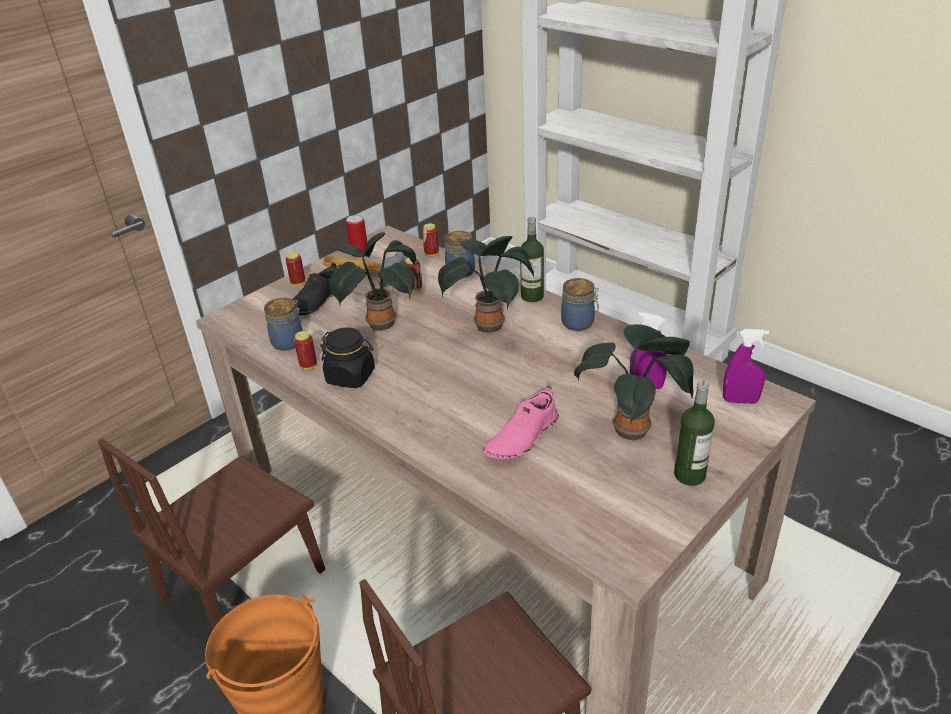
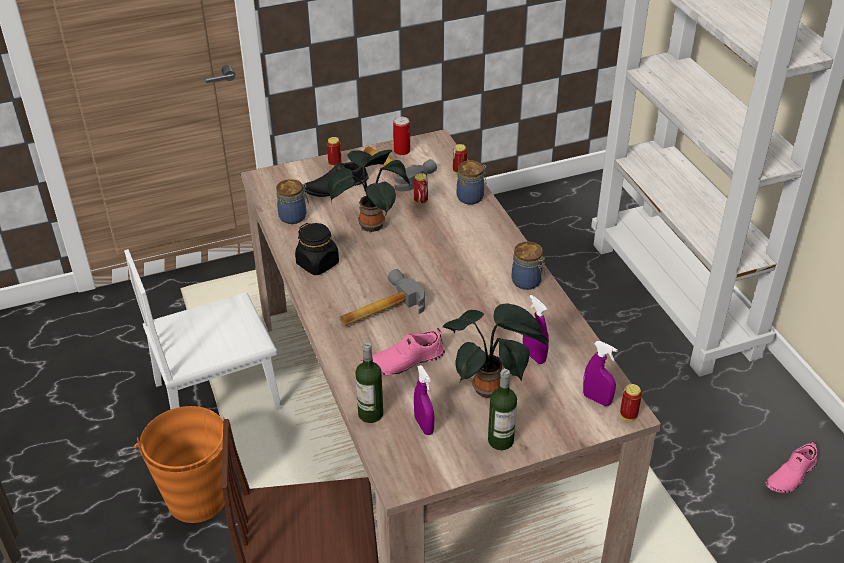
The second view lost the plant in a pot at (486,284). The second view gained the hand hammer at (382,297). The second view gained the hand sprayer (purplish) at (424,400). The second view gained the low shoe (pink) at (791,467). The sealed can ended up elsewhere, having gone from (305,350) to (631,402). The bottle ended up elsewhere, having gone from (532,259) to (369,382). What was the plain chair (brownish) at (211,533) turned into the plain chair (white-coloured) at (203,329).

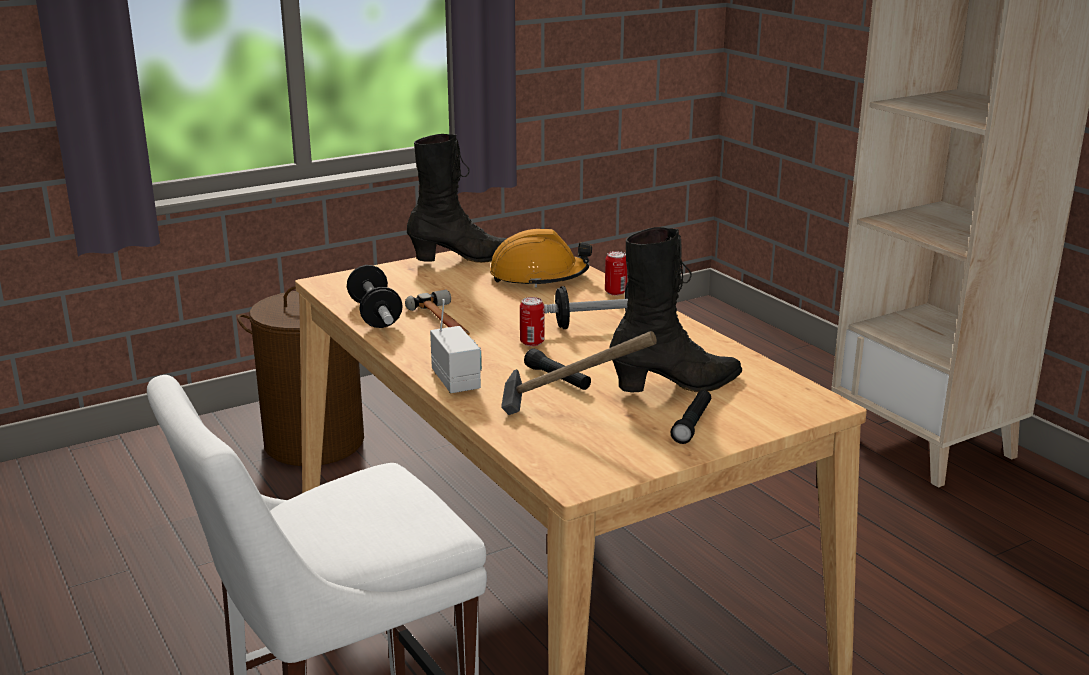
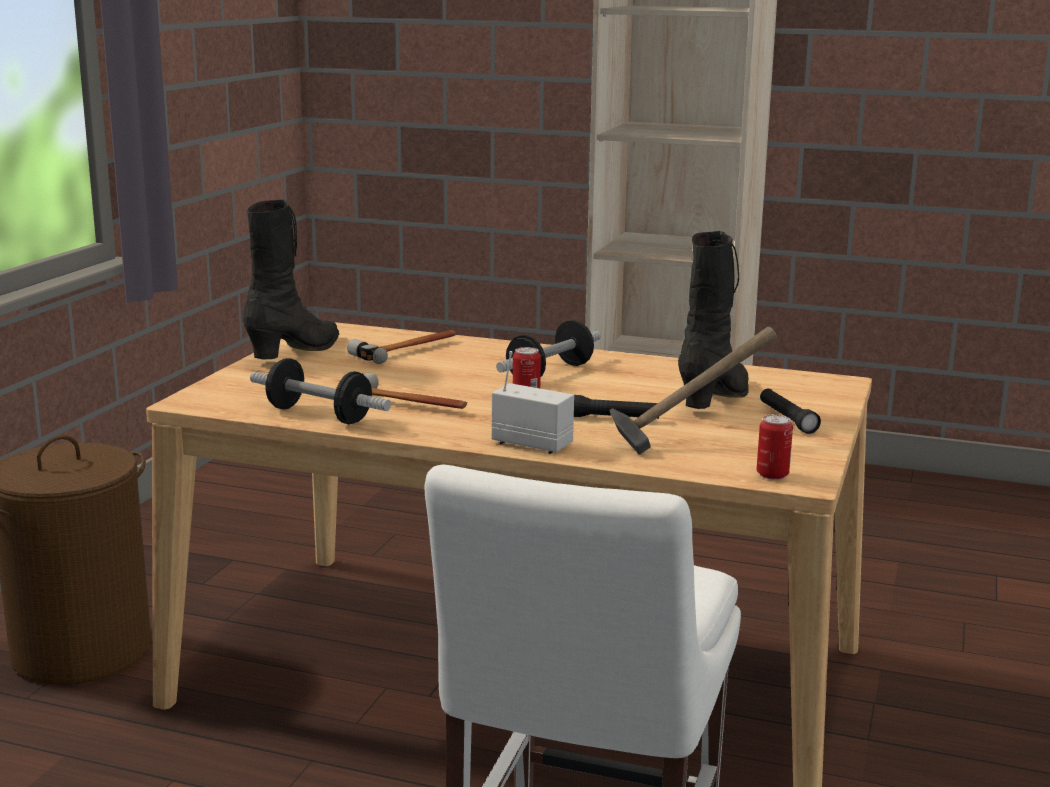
The sealed can ended up elsewhere, having gone from (616,273) to (775,447). Where the safety helmet (orange-coloured) stood at (541,258), the hand hammer came to stand at (401,347).

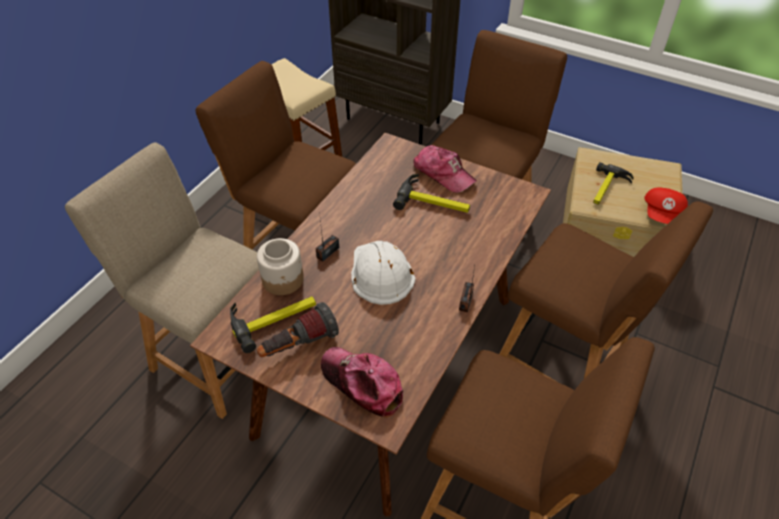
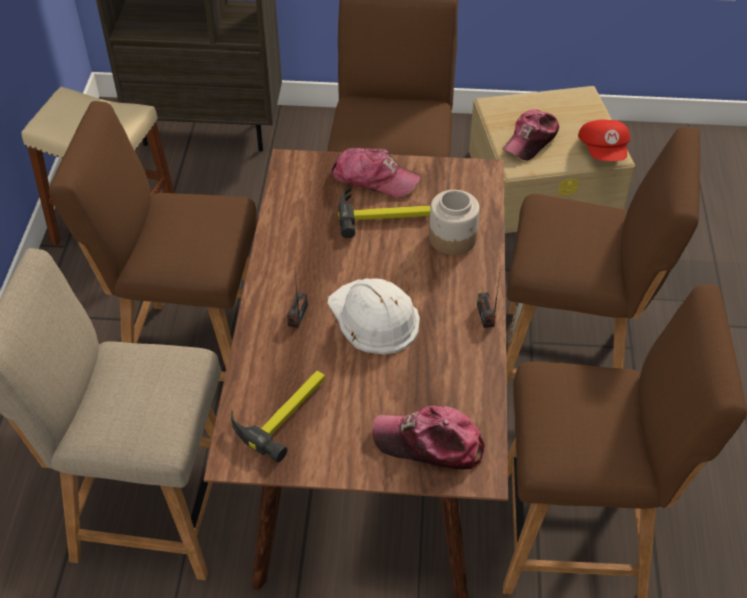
The second view lost the hand torch at (298,329). The jar ended up elsewhere, having gone from (280,266) to (454,222). Where the hand hammer stood at (613,183), the baseball cap came to stand at (531,135).

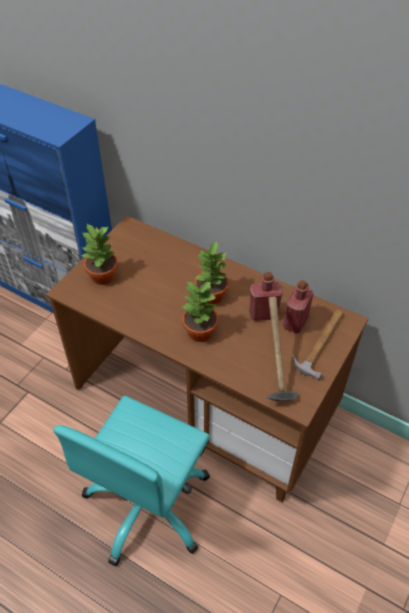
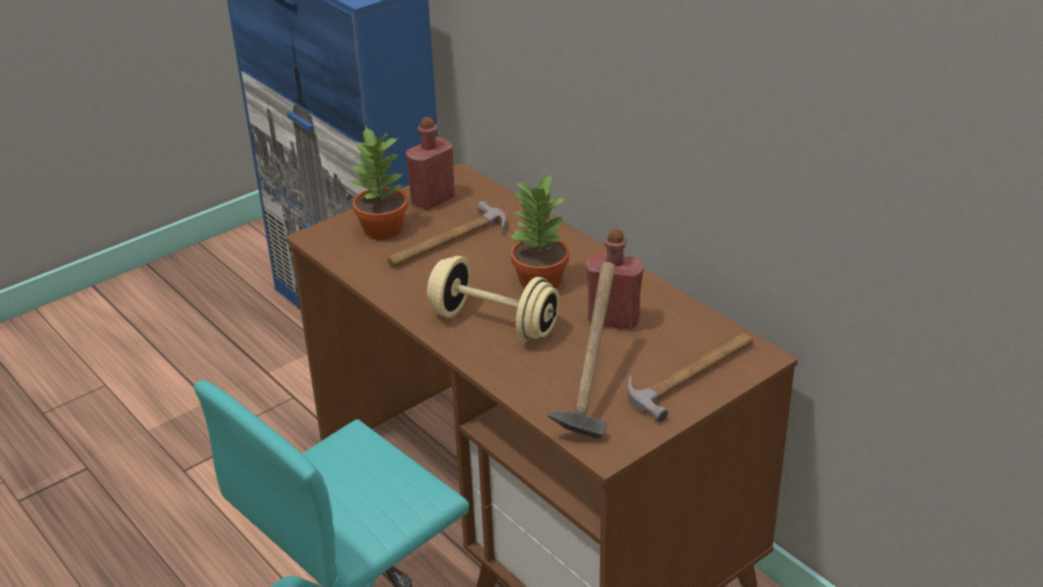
The second view gained the hand hammer at (446,234). The bottle (red-coloured) ended up elsewhere, having gone from (298,306) to (430,163). Where the plant in a pot stood at (200,312), the free weight (beige) came to stand at (493,298).

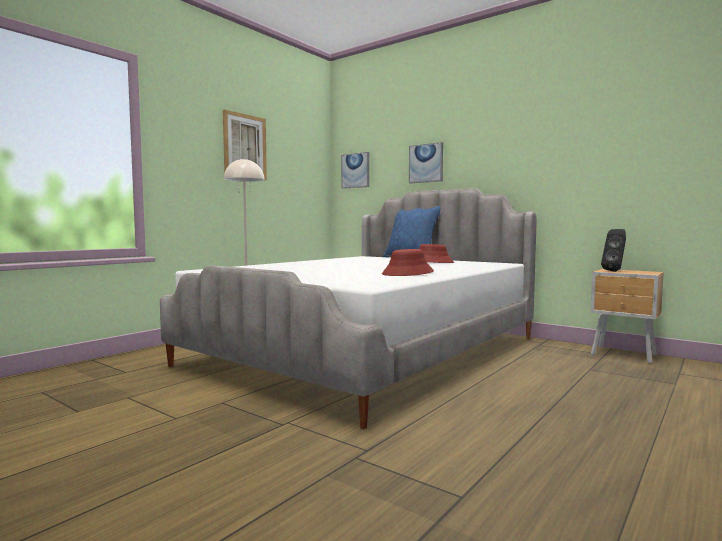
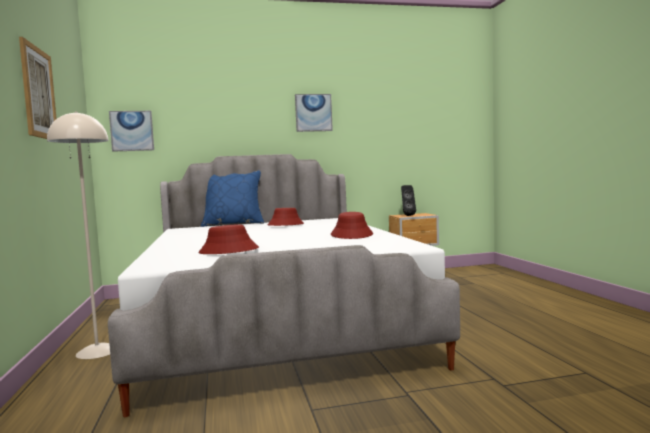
The second view gained the clothing hat (red-coloured) at (229,239). The wall art ended up elsewhere, having gone from (426,162) to (314,113).

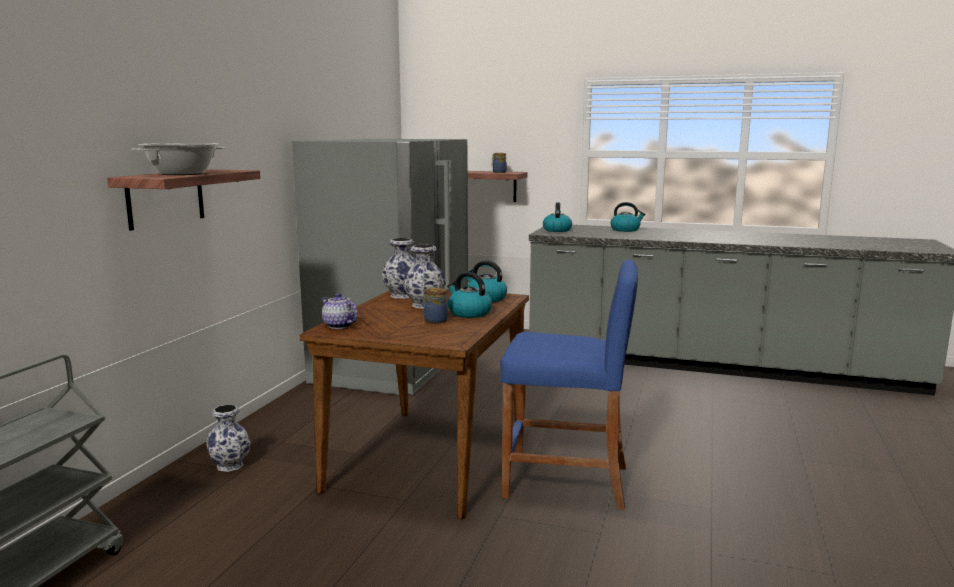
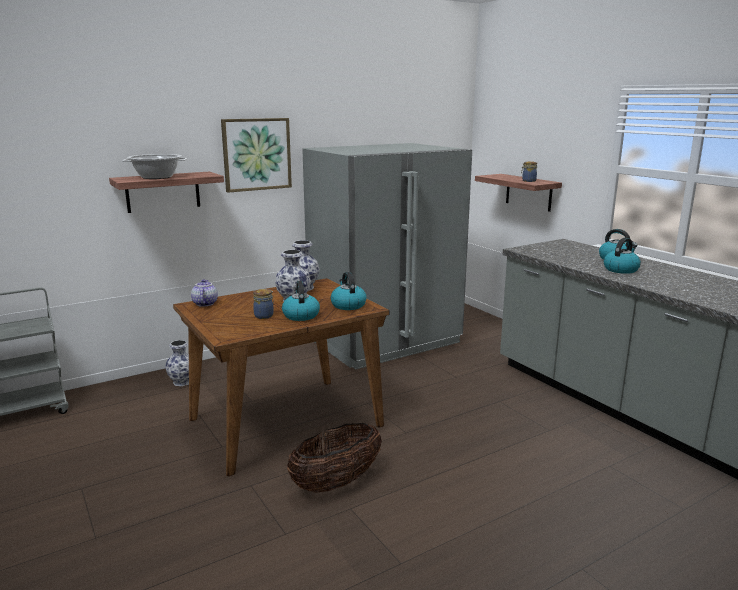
The second view gained the wall art at (256,155). The water kettle ended up elsewhere, having gone from (557,217) to (622,256). Where the stool (blue-coloured) stood at (569,384), the storage basket came to stand at (334,458).

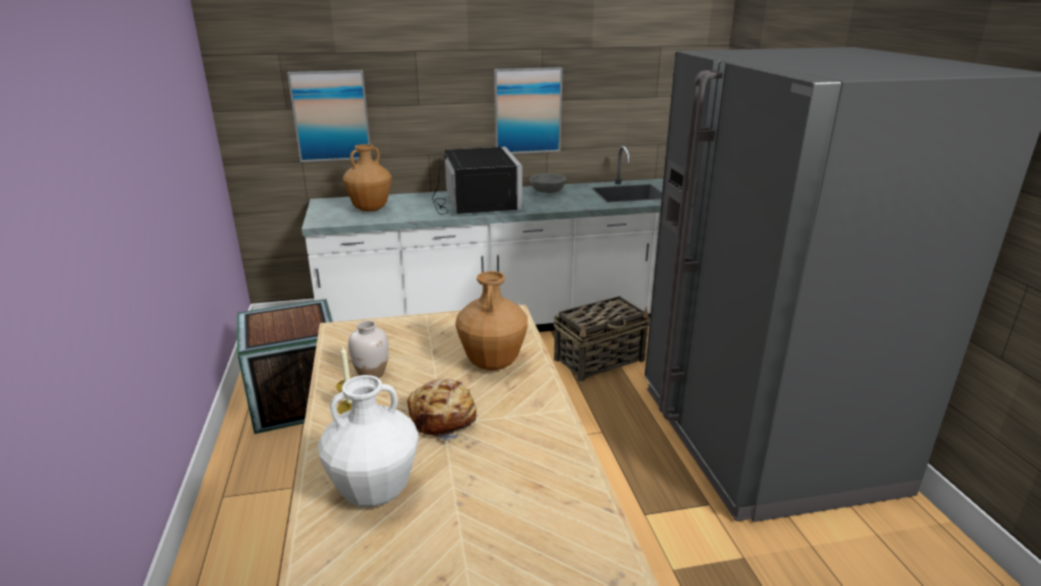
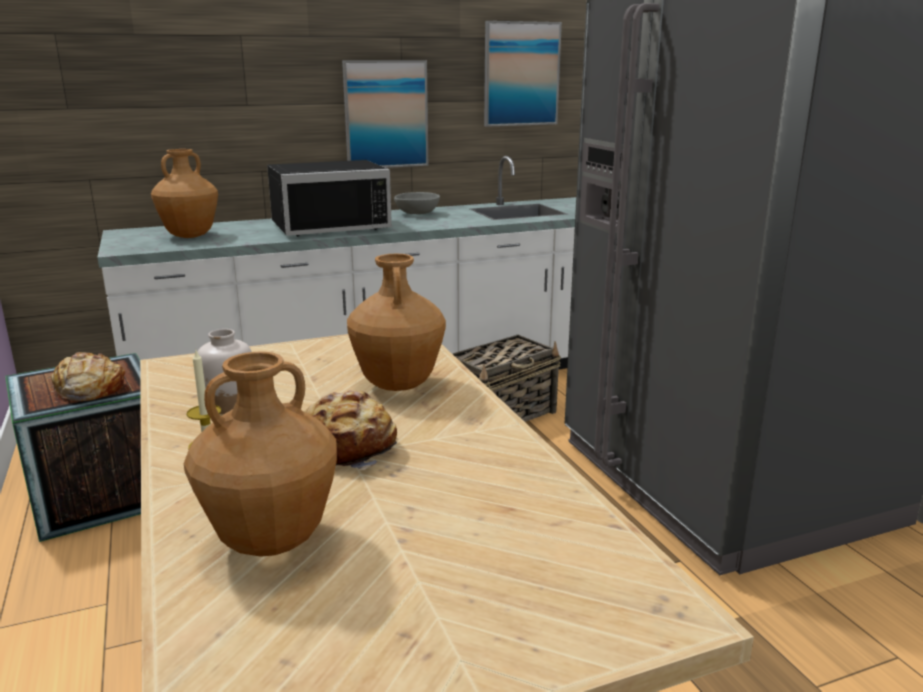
The second view gained the bread at (88,376). The wall art ended up elsewhere, having gone from (329,116) to (523,74). What was the flower vase (white-coloured) at (368,441) turned into the flower vase (brownish) at (260,454). The kitchen microwave (blackish) at (477,181) ended up facing another way, 90 degrees clockwise from before.

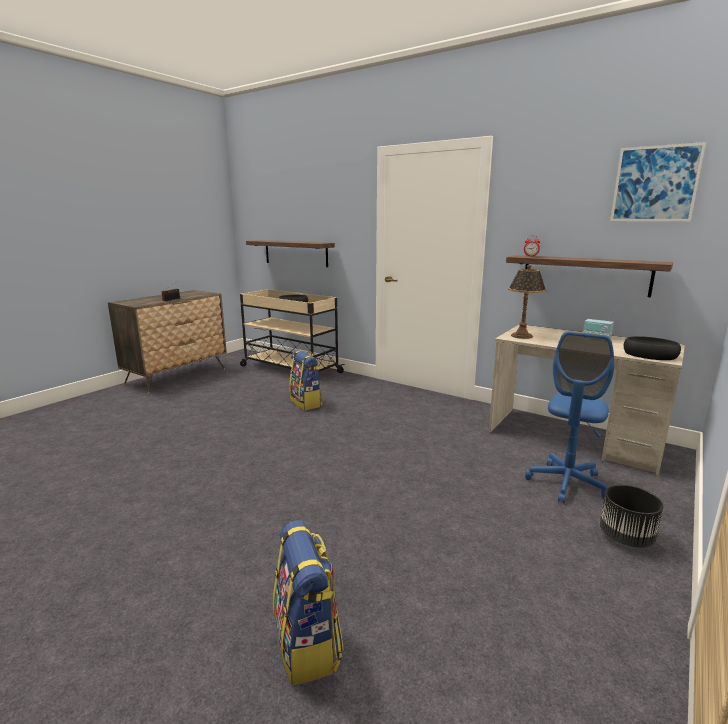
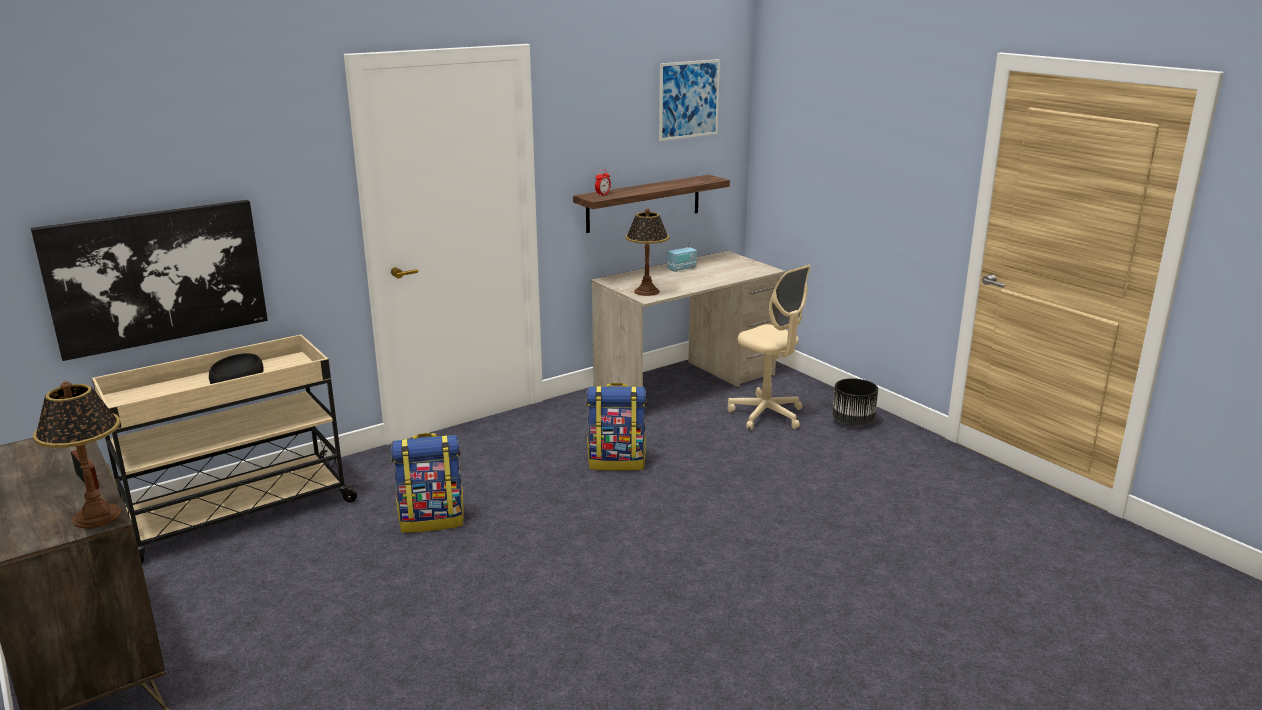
The second view lost the deep dish (blackish) at (652,348). The second view gained the table lamp at (77,454). The knapsack ended up elsewhere, having gone from (308,603) to (616,427). Where the shelf hung at (290,253), the wall art came to hang at (149,280). What was the office chair (blue-coloured) at (569,417) turned into the office chair (beige) at (769,347).

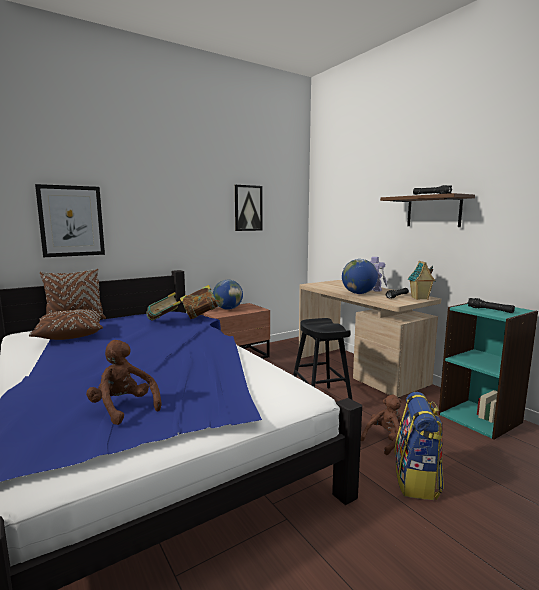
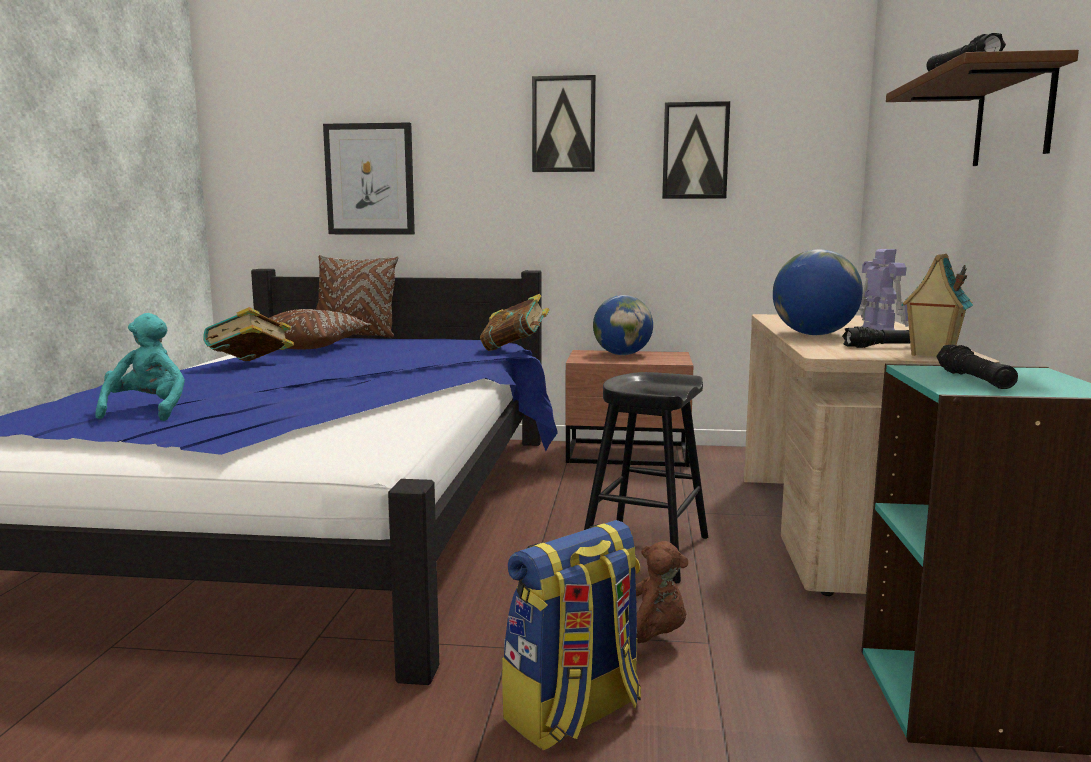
The second view gained the wall art at (564,123). The book ended up elsewhere, having gone from (164,306) to (248,334). What was the soft toy (brownish) at (123,382) turned into the soft toy (blue-green) at (140,367).

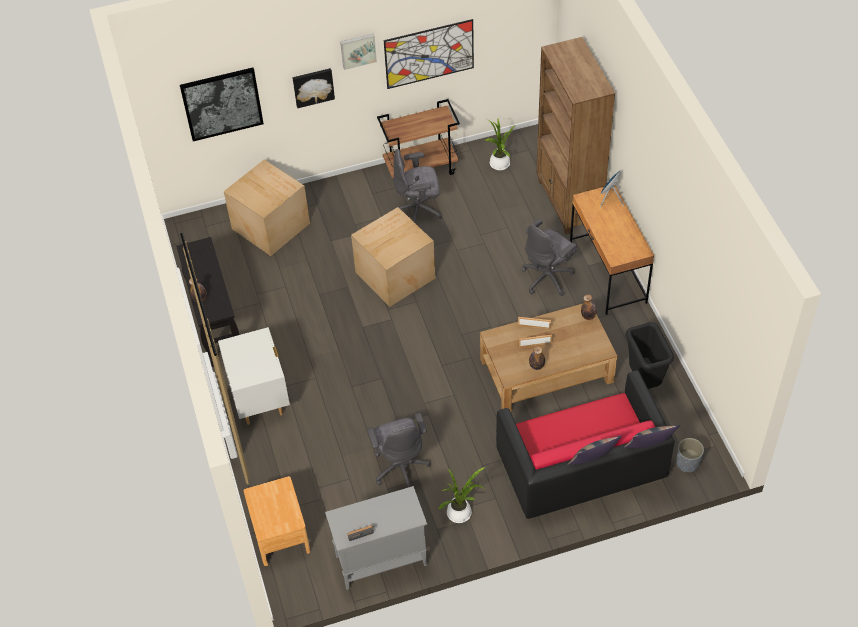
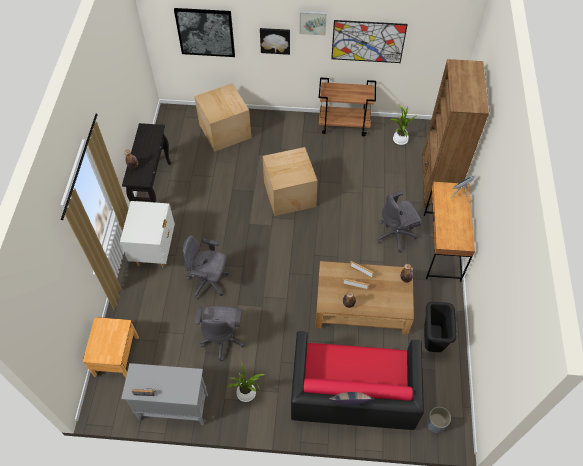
The second view lost the cushion at (652,436). The office chair (grey) ended up elsewhere, having gone from (417,186) to (206,267).

